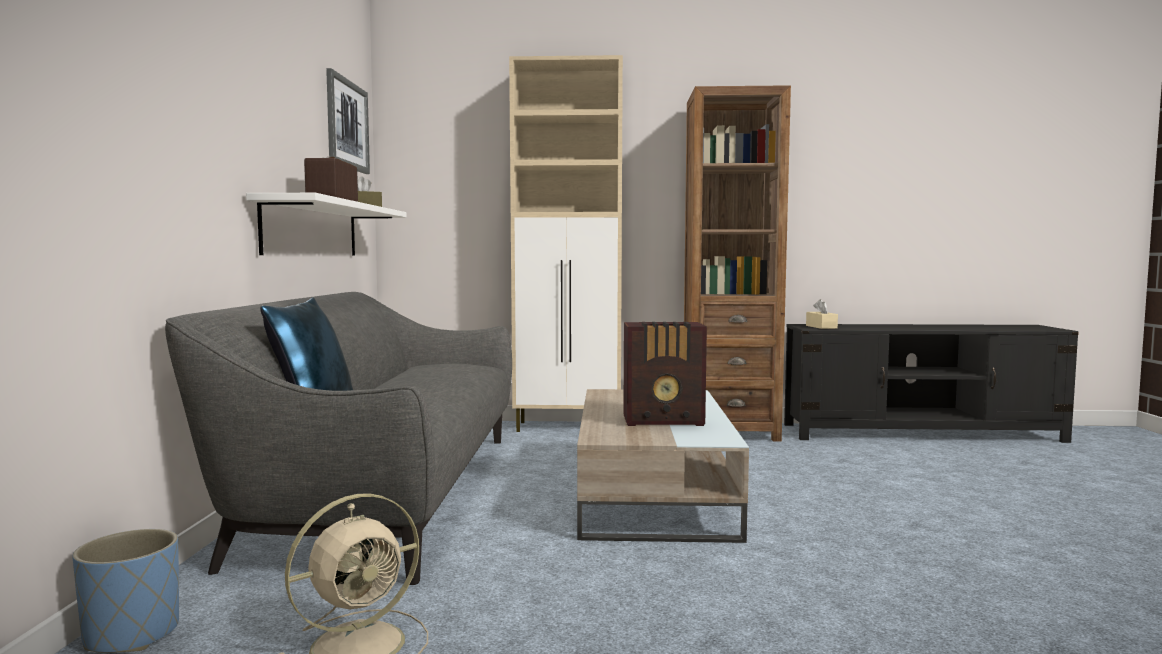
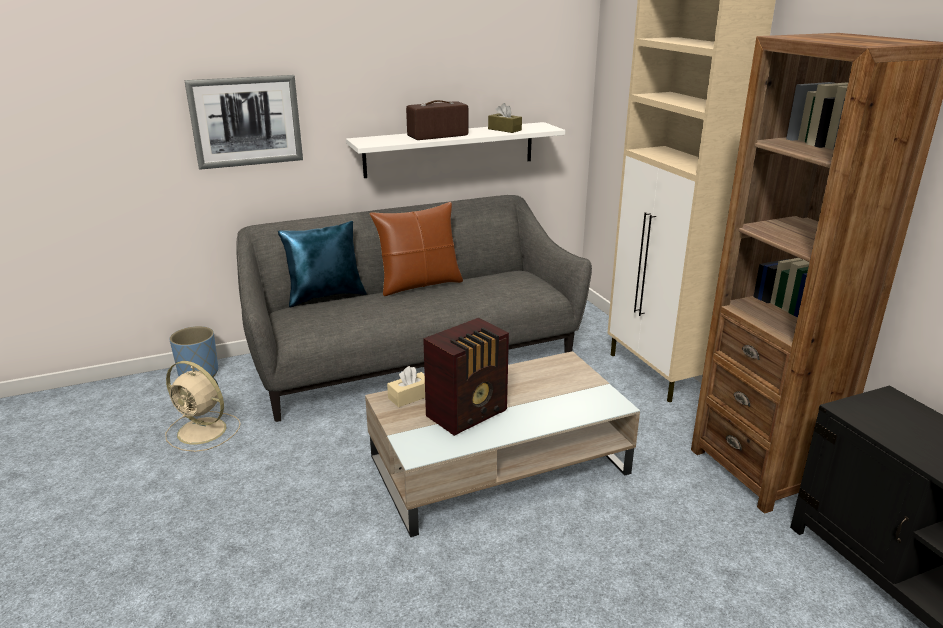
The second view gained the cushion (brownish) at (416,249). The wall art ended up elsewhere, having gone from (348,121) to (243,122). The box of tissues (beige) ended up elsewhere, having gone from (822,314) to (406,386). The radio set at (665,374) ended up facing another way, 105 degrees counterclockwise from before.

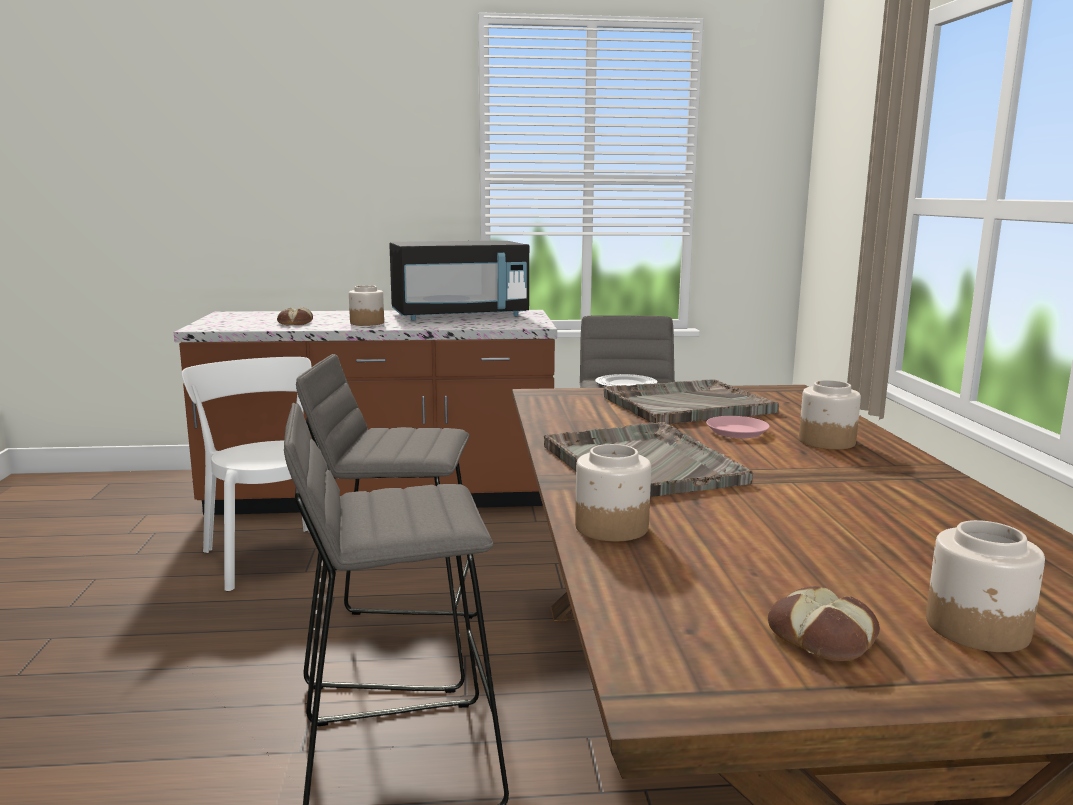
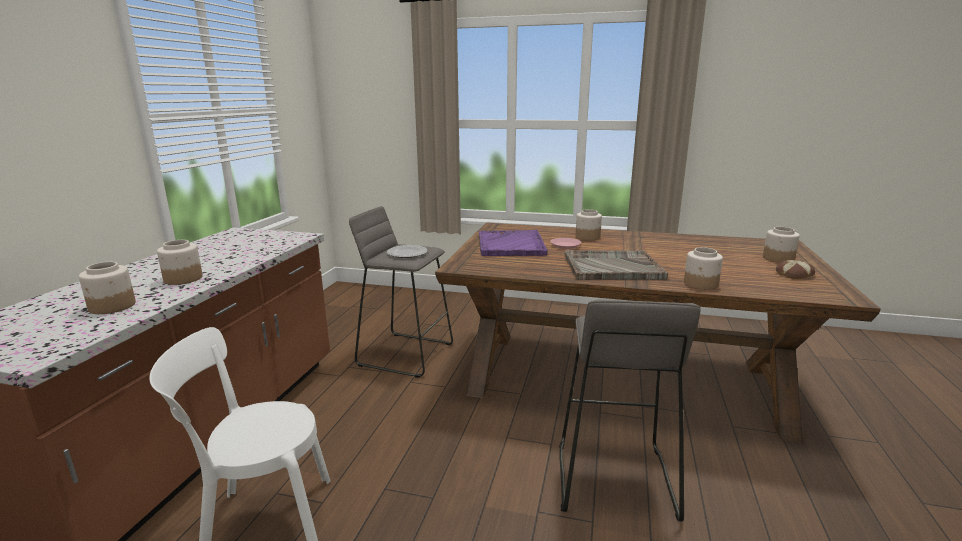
The second view lost the stool (grey) at (386,523). The second view lost the kitchen microwave (blackish) at (459,280). Where the bread stood at (295,316), the jar came to stand at (107,288). What was the serving tray (grey) at (691,401) turned into the serving tray (purplish) at (513,243).

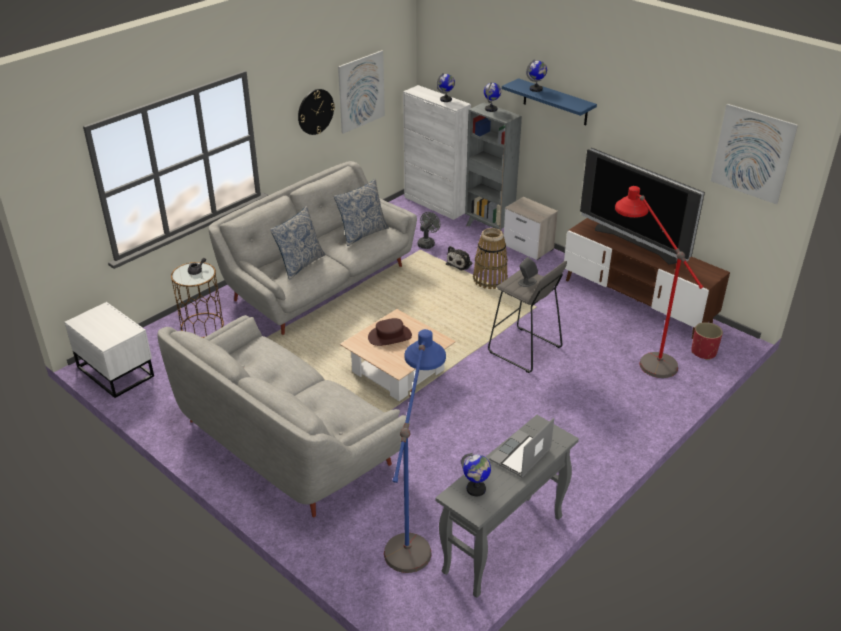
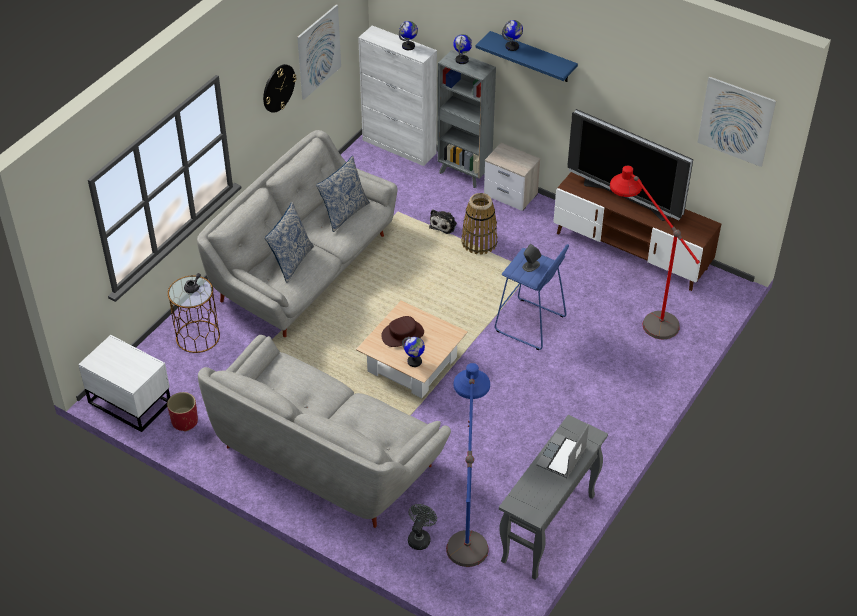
The cooling fan (grey) ended up elsewhere, having gone from (429,230) to (422,527). The desk globe ended up elsewhere, having gone from (476,474) to (413,352). The planter (red-coloured) ended up elsewhere, having gone from (707,341) to (182,411). What was the stool (grey) at (527,317) turned into the stool (blue-coloured) at (532,297).

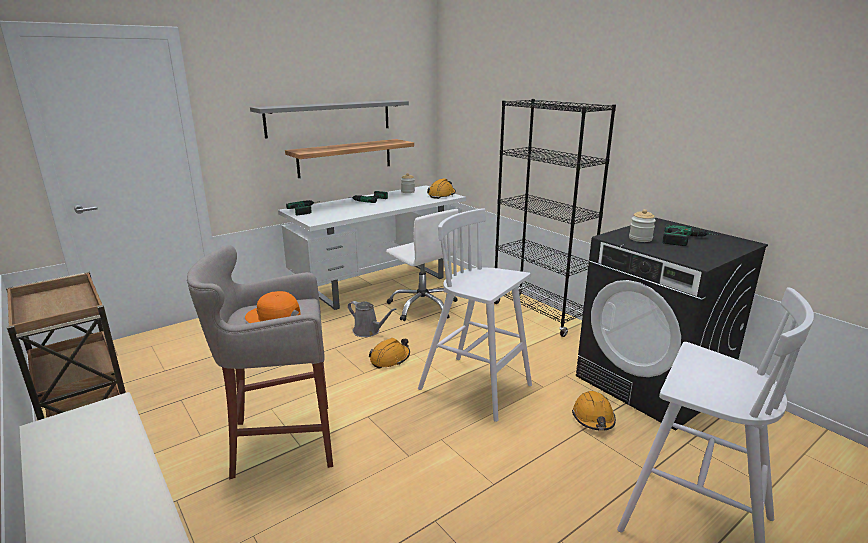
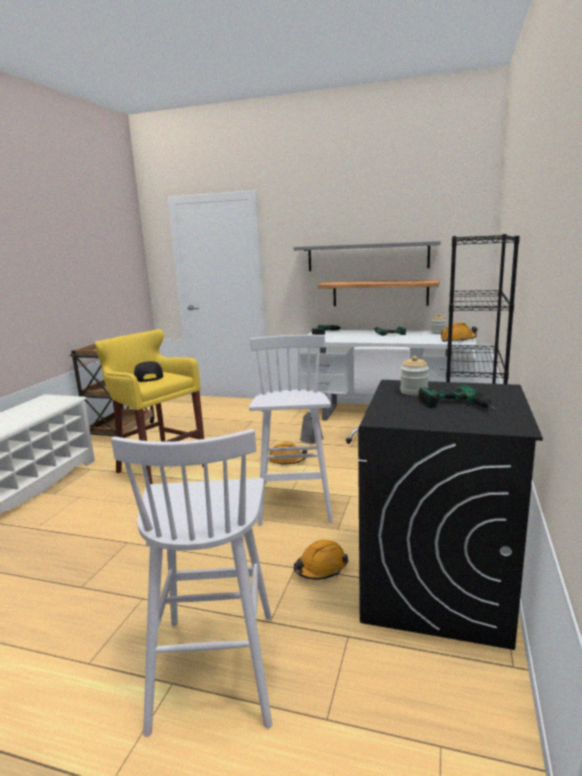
What was the stool (grey) at (260,362) turned into the stool (yellowish) at (149,406). What was the baseball cap (orange-coloured) at (273,307) turned into the baseball cap (blackish) at (148,371).

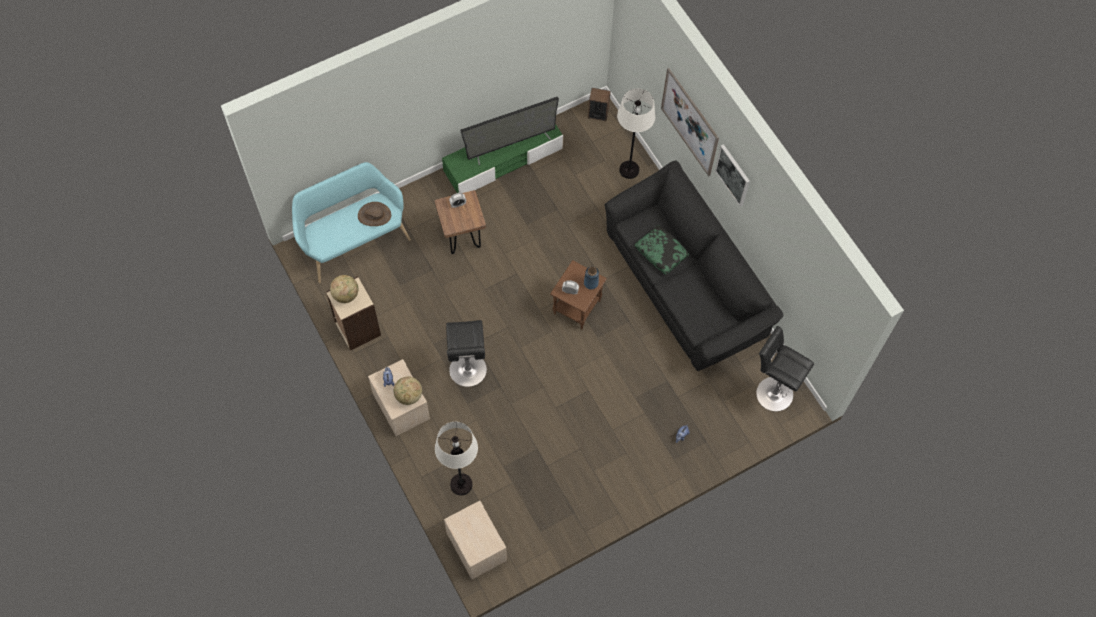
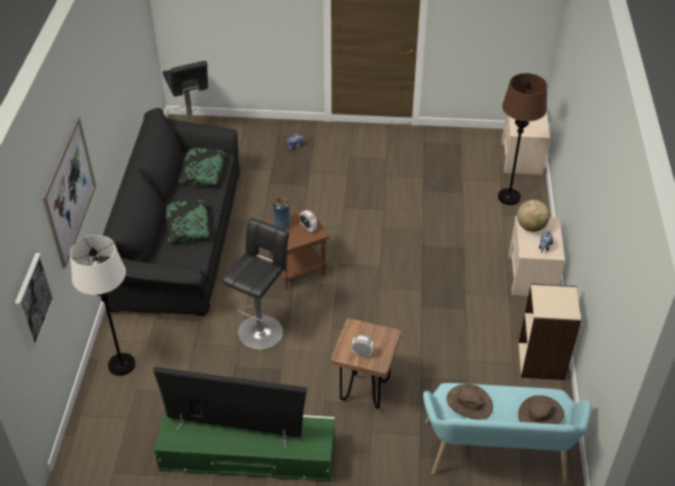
The second view lost the desk globe at (344,289). The second view lost the loudspeaker at (599,104). The second view gained the cushion at (202,167). The second view gained the clothing hat (brownish) at (541,409). The stool (blackish) ended up elsewhere, having gone from (466,353) to (255,284). The wall art ended up elsewhere, having gone from (732,175) to (34,301). What was the floor lamp (white-coloured) at (456,458) turned into the floor lamp (brownish) at (522,139).

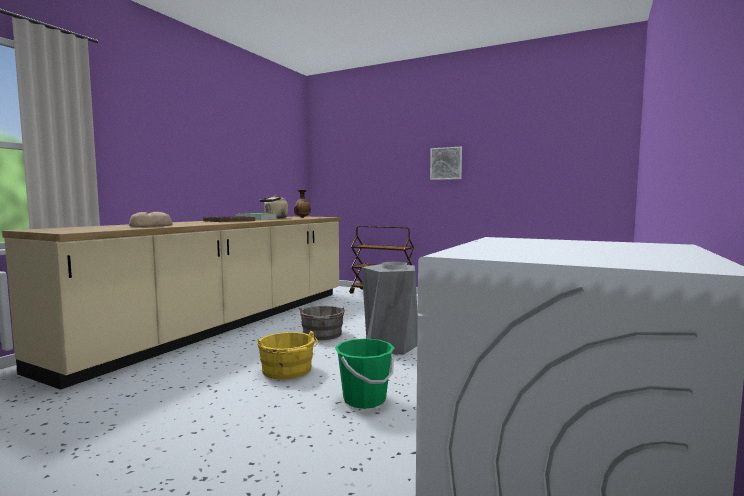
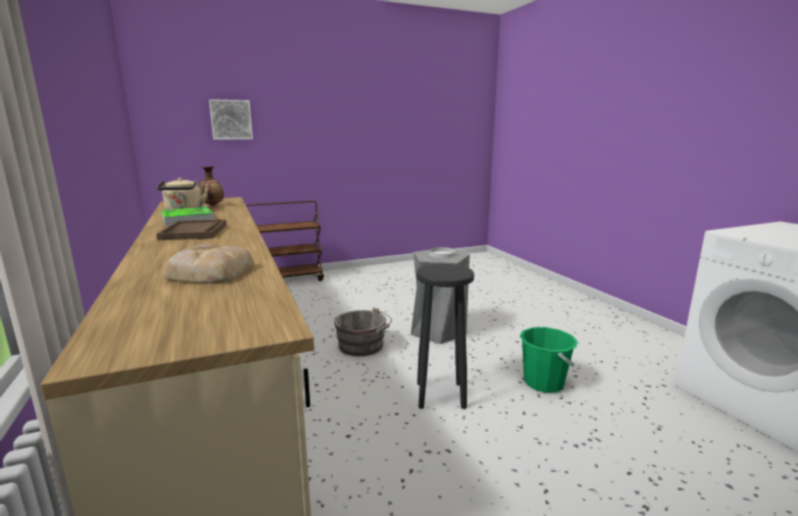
The wall art ended up elsewhere, having gone from (446,163) to (231,119). Where the pail (yellowish) stood at (287,355), the stool (blackish) came to stand at (445,336).

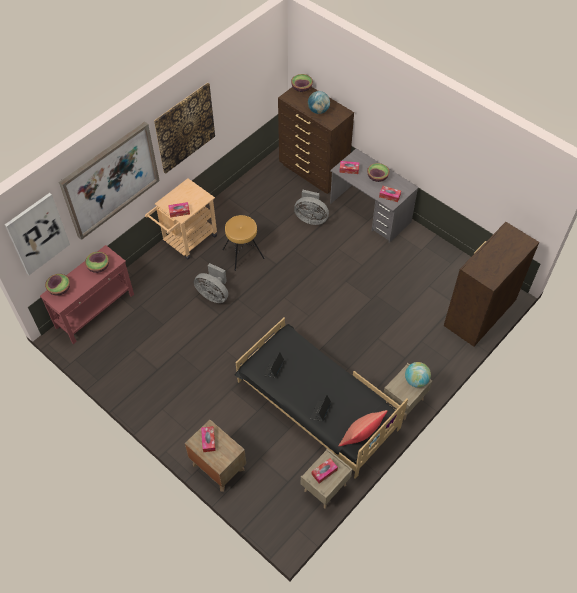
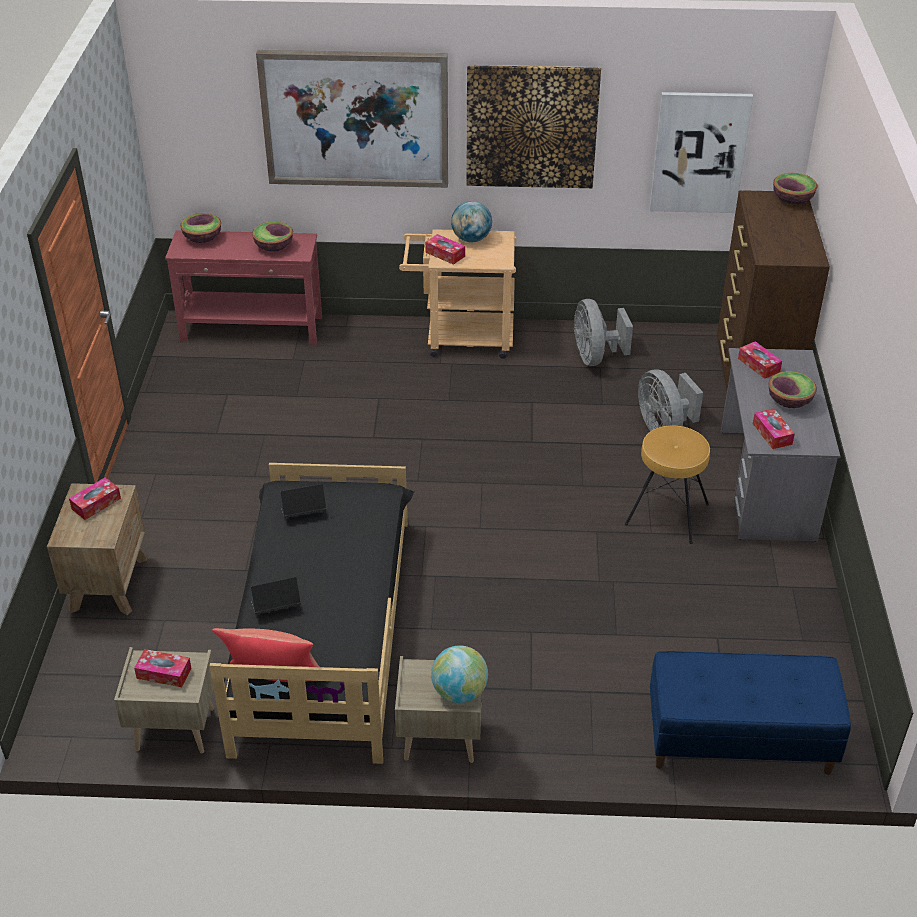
The wall art ended up elsewhere, having gone from (37,234) to (701,152). The cooling fan (grey) ended up elsewhere, having gone from (211,283) to (603,332). The stool (brownish) ended up elsewhere, having gone from (244,243) to (667,485). The desk globe ended up elsewhere, having gone from (319,102) to (471,221). Where the chest of drawers (brownish) stood at (491,284), the indoor bench (blue-coloured) came to stand at (750,713).

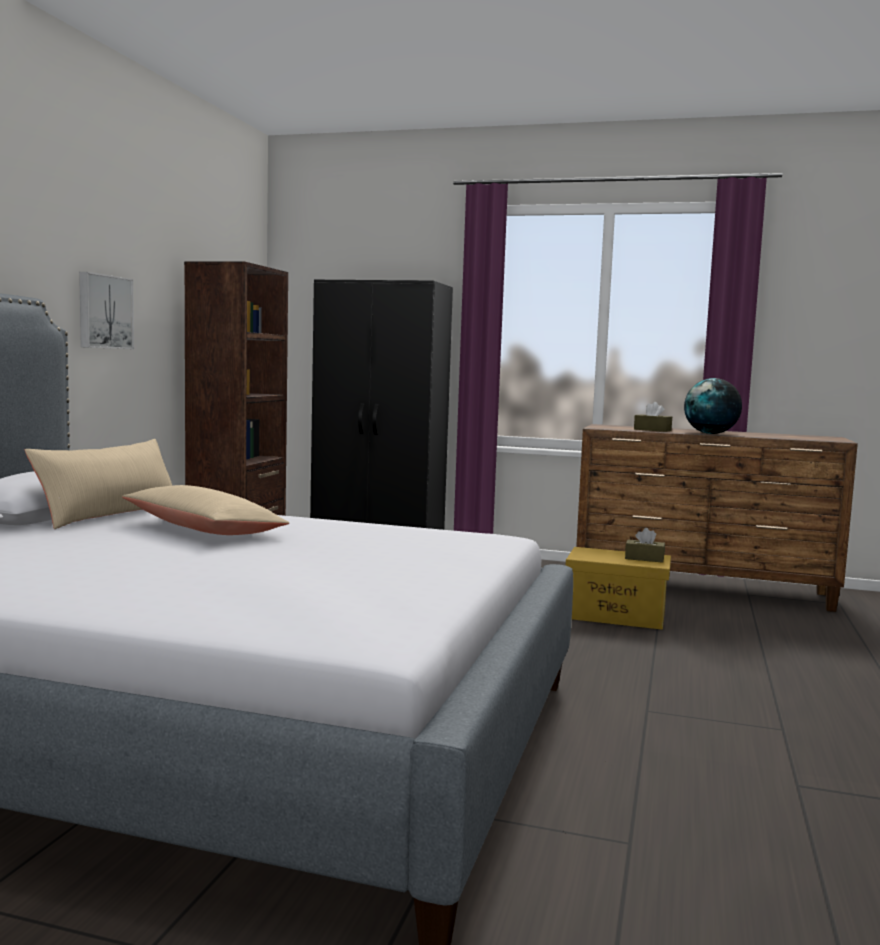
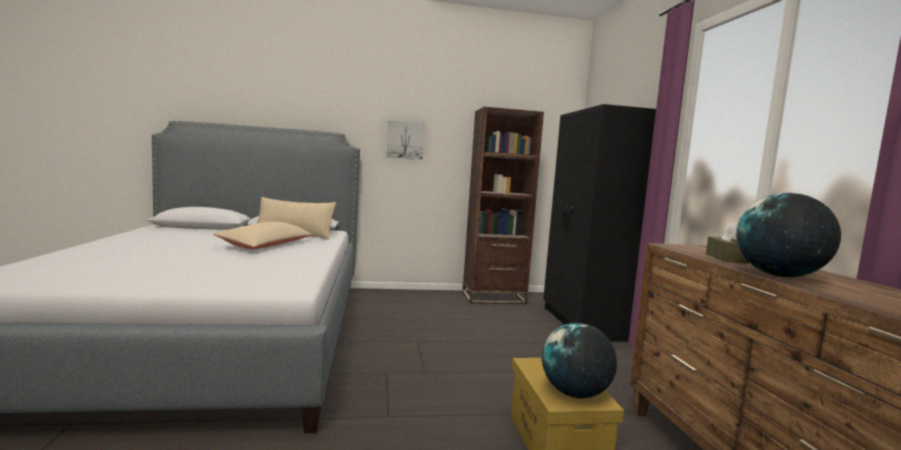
Where the box of tissues (brownish) stood at (645,545), the desk globe came to stand at (579,360).

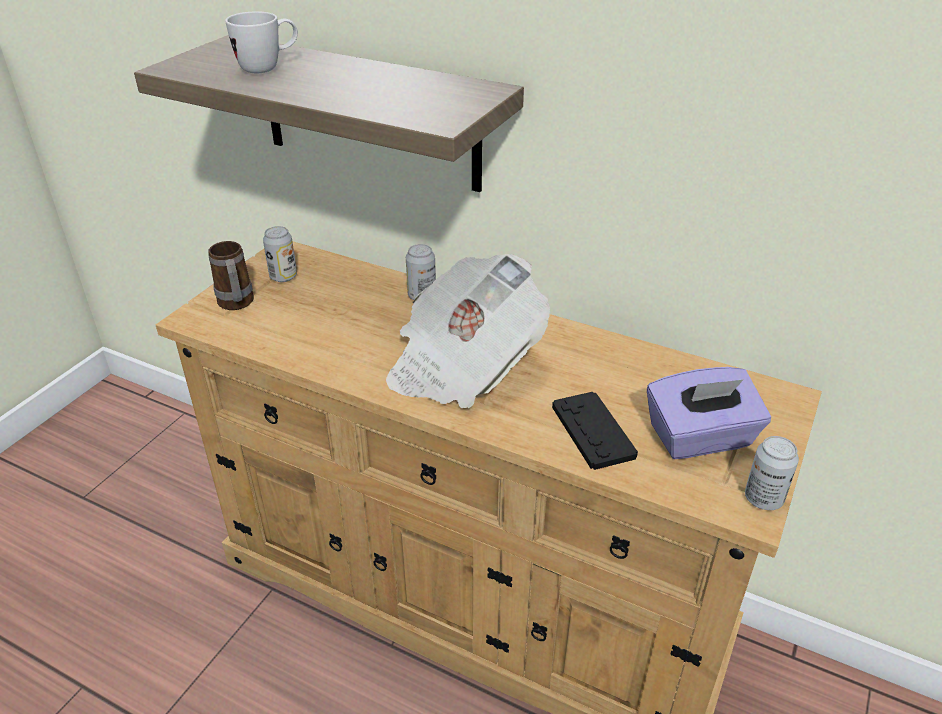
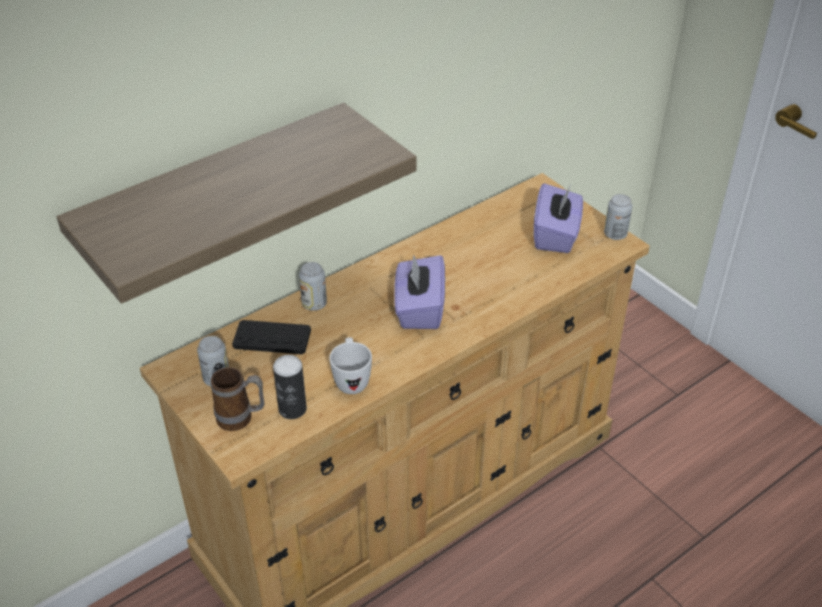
The second view gained the sealed can at (290,387). The coffee mug (white-coloured) ended up elsewhere, having gone from (261,42) to (350,365). The gamepad (blackish) ended up elsewhere, having gone from (595,431) to (271,337). Where the printed paper stood at (468,331), the box of tissues (purplish) came to stand at (419,291).

